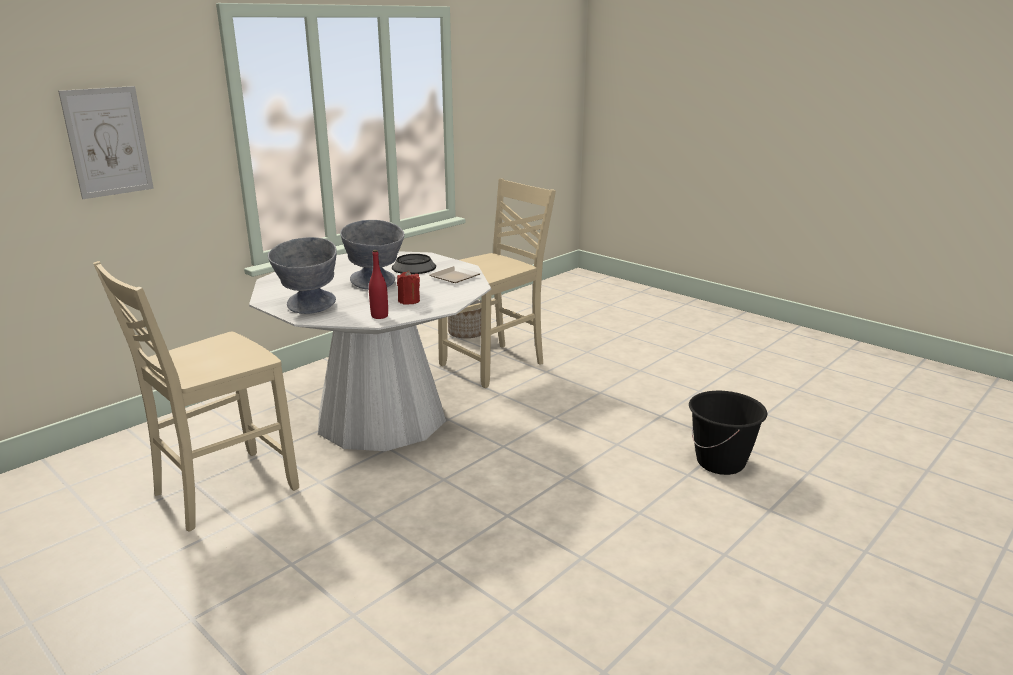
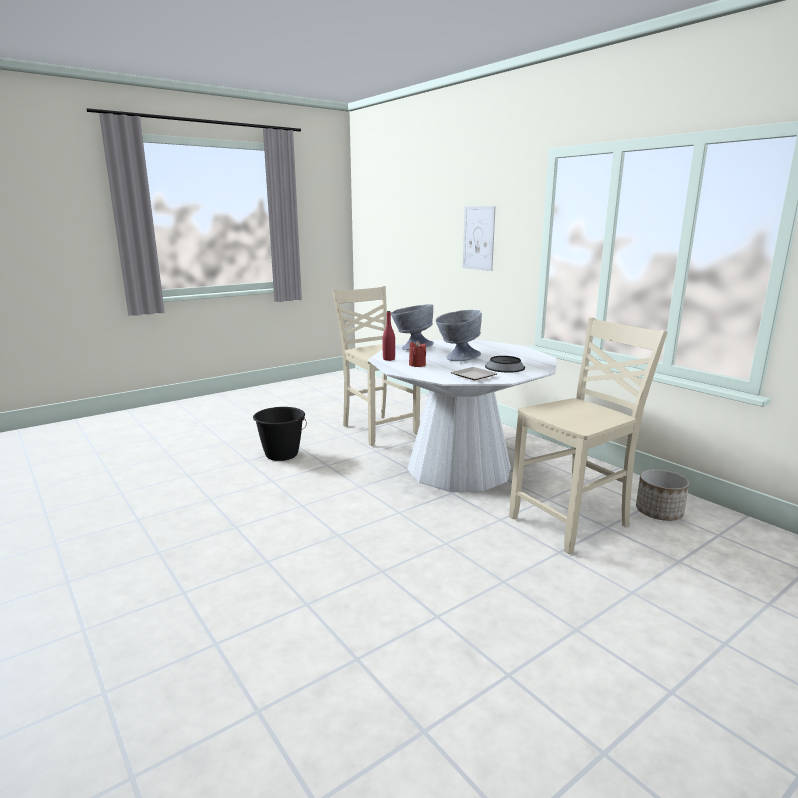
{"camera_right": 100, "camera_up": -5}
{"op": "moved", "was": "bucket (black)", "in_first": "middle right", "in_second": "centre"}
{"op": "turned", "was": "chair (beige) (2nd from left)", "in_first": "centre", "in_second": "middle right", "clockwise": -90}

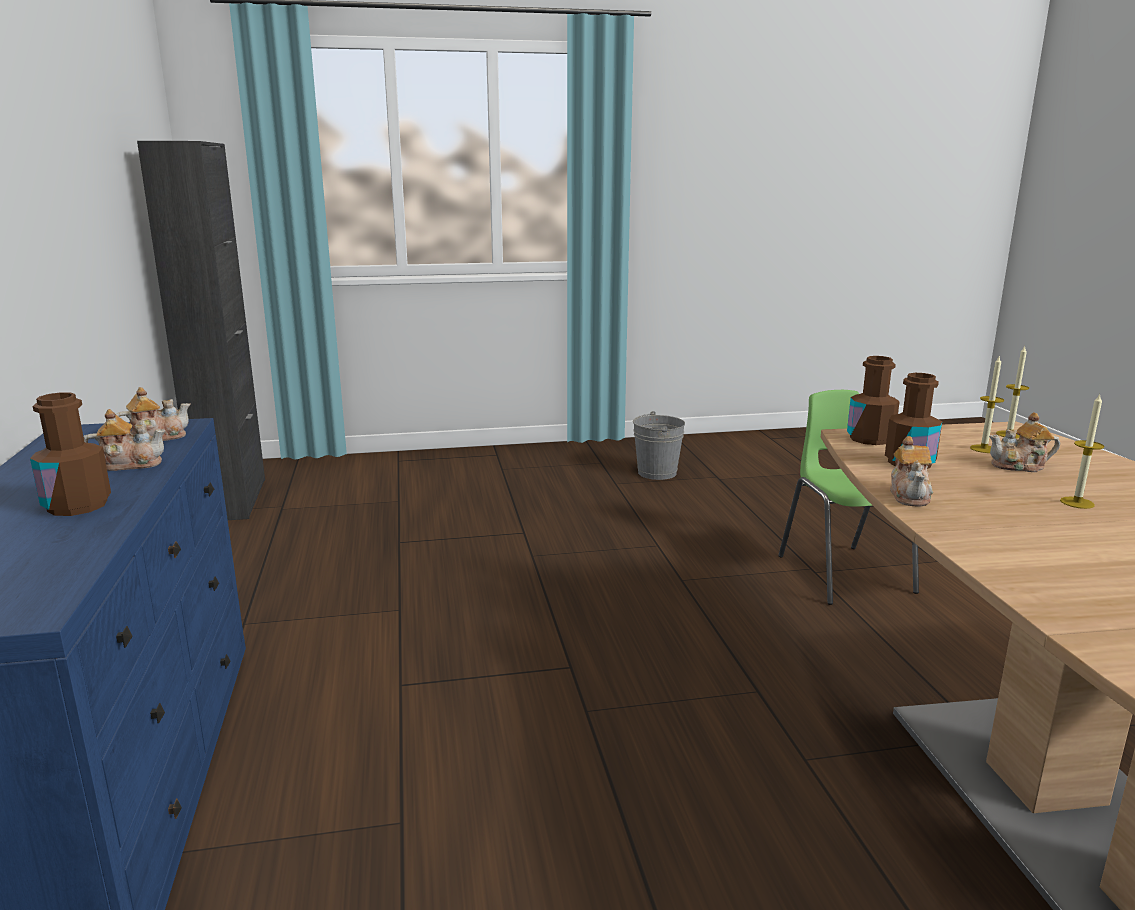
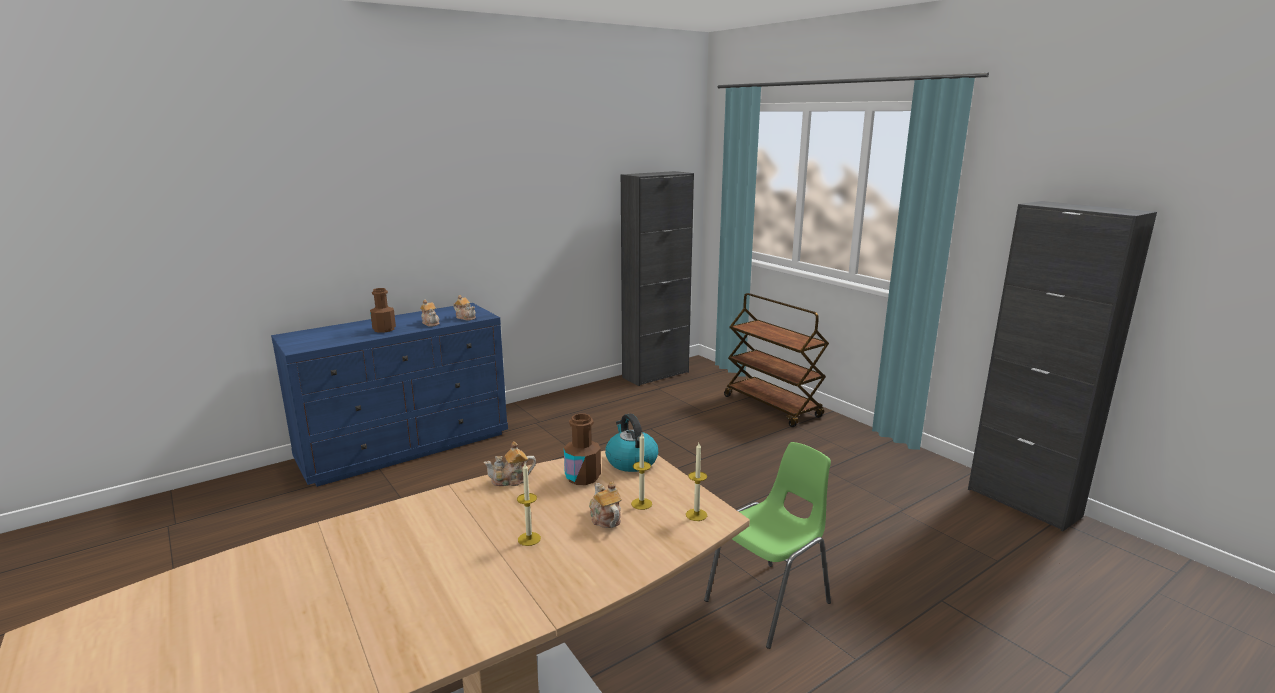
{"camera_right": 65, "camera_up": 0}
{"op": "removed", "was": "bucket (grey)", "in_first": "centre"}
{"op": "added", "now": "cart (brown)", "in_second": "centre"}
{"op": "added", "now": "cabinet (black) (2nd from left)", "in_second": "middle right"}
{"op": "replaced", "was": "bottle (brown) (2nd from left)", "now": "kettle", "in_first": "middle right", "in_second": "centre"}

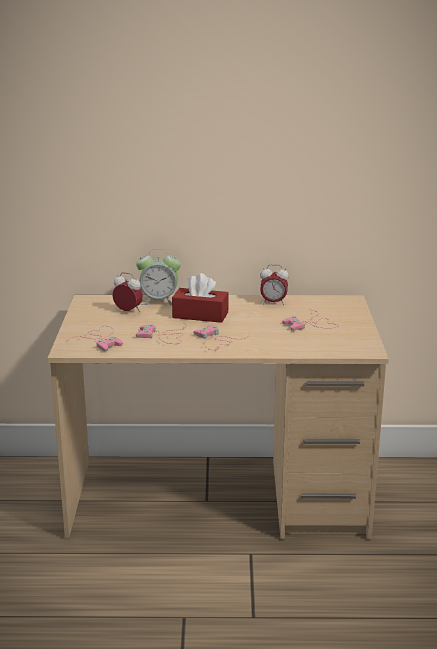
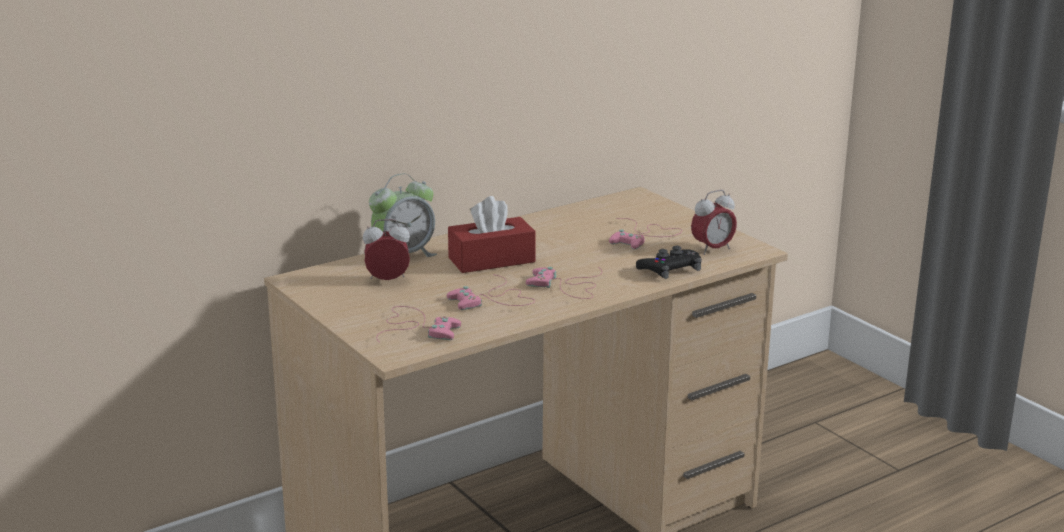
{"camera_right": -35, "camera_up": 0}
{"op": "added", "now": "game controller (black)", "in_second": "centre"}
{"op": "moved", "was": "alarm clock (3rd from left)", "in_first": "centre", "in_second": "middle right"}

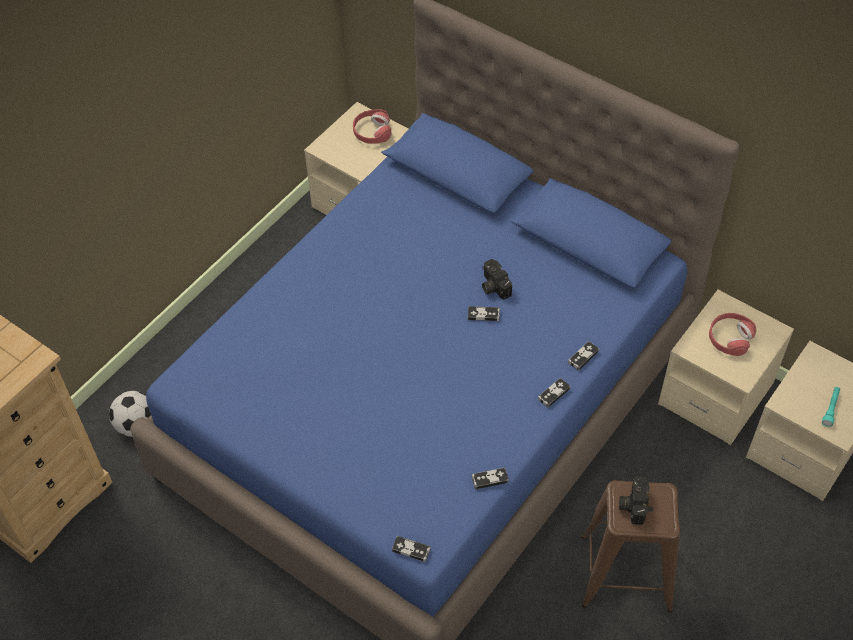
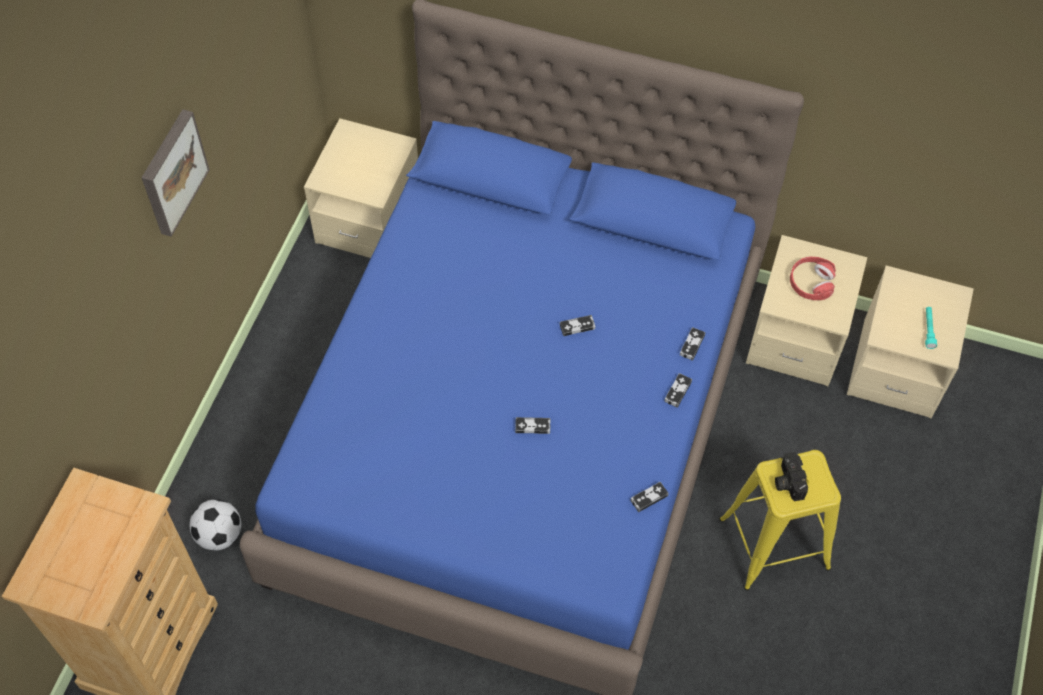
{"camera_right": -20, "camera_up": 5}
{"op": "removed", "was": "headphones (red) (1st from left)", "in_first": "top centre"}
{"op": "removed", "was": "photo camera (1st from left)", "in_first": "centre"}
{"op": "added", "now": "picture", "in_second": "top left"}
{"op": "moved", "was": "game controller (1st from left)", "in_first": "bottom centre", "in_second": "centre"}
{"op": "recoloured", "was": "stool (brown)", "now": "stool (yellow)", "in_first": "bottom right", "in_second": "bottom right"}

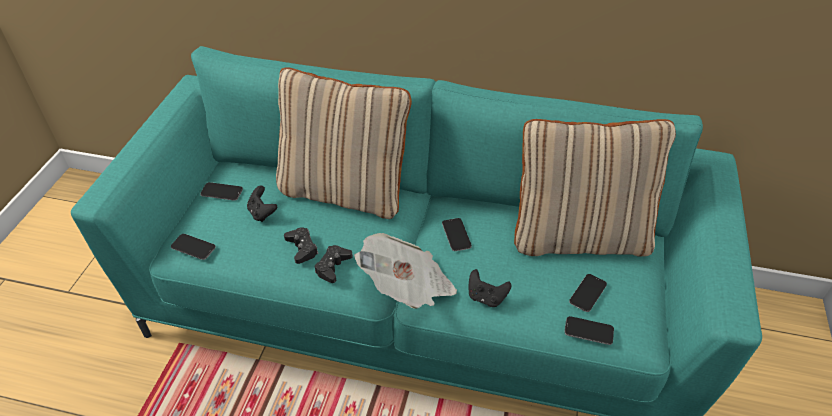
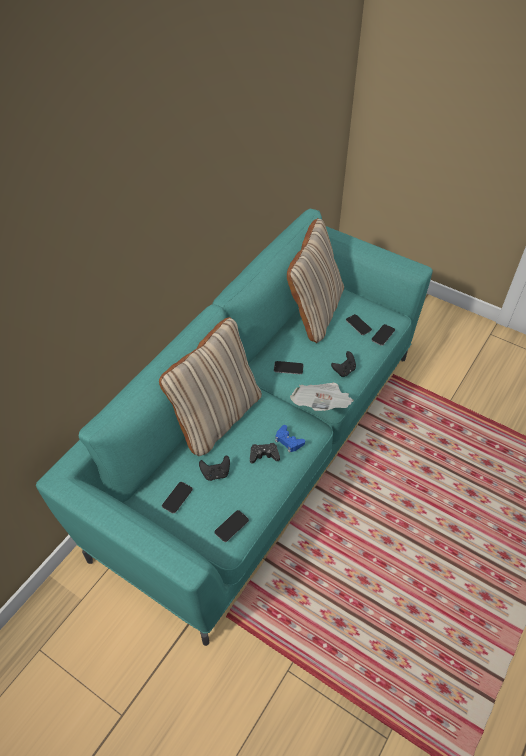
{"camera_right": -70, "camera_up": 5}
{"op": "recoloured", "was": "game controller (black) (3rd from left)", "now": "game controller (blue)", "in_first": "centre", "in_second": "centre"}

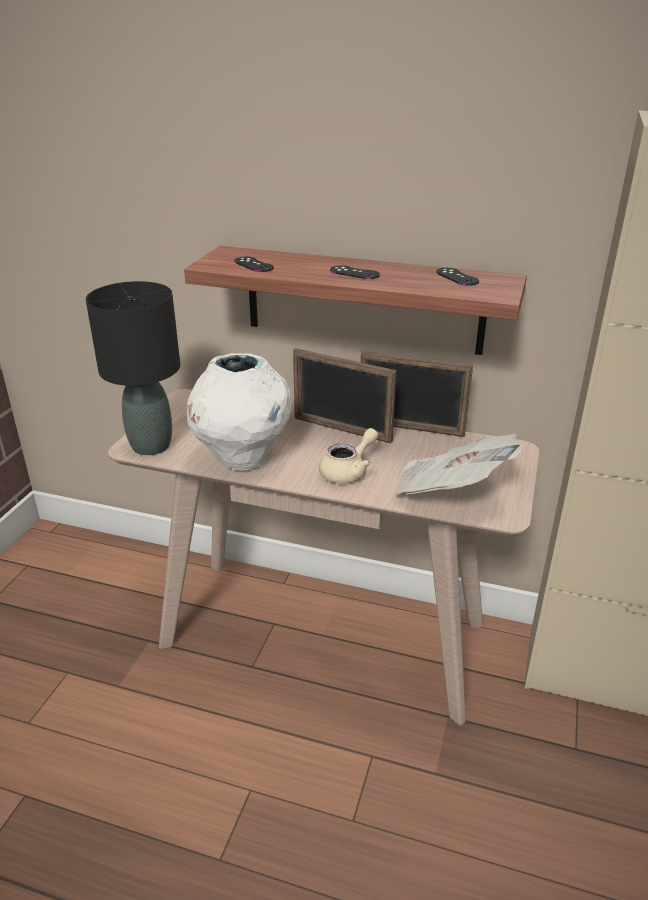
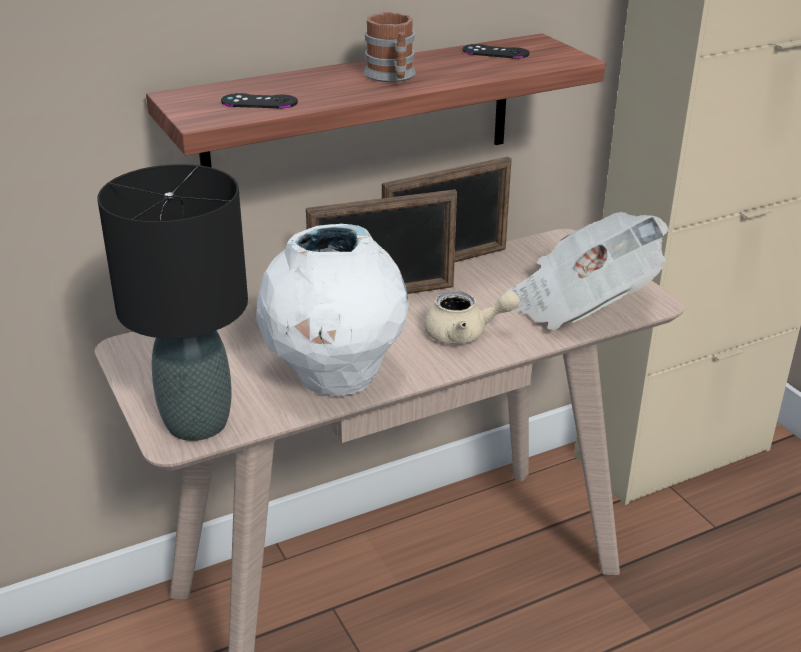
{"camera_right": -45, "camera_up": 0}
{"op": "replaced", "was": "game controller (black) (2nd from left)", "now": "mug", "in_first": "top centre", "in_second": "top centre"}
{"op": "turned", "was": "teapot (beige)", "in_first": "centre", "in_second": "centre", "clockwise": 90}

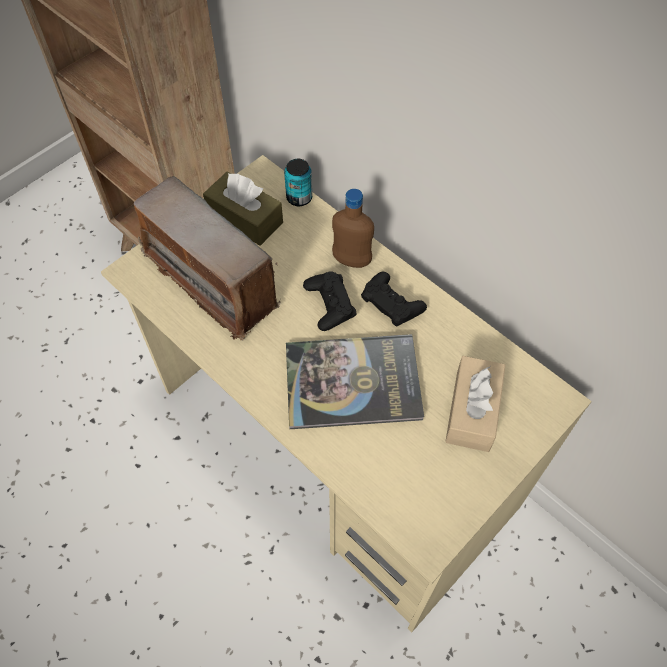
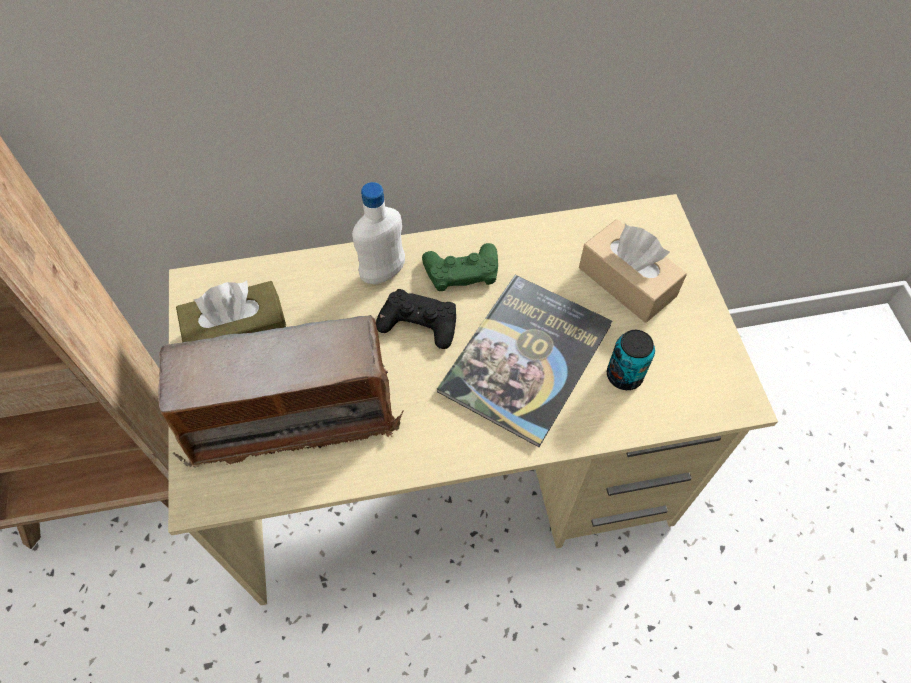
{"camera_right": -55, "camera_up": 0}
{"op": "moved", "was": "can", "in_first": "top centre", "in_second": "middle right"}
{"op": "recoloured", "was": "bottle (brown)", "now": "bottle (white)", "in_first": "centre", "in_second": "centre"}
{"op": "recoloured", "was": "game controller (black) (2nd from left)", "now": "game controller (green)", "in_first": "centre", "in_second": "centre"}

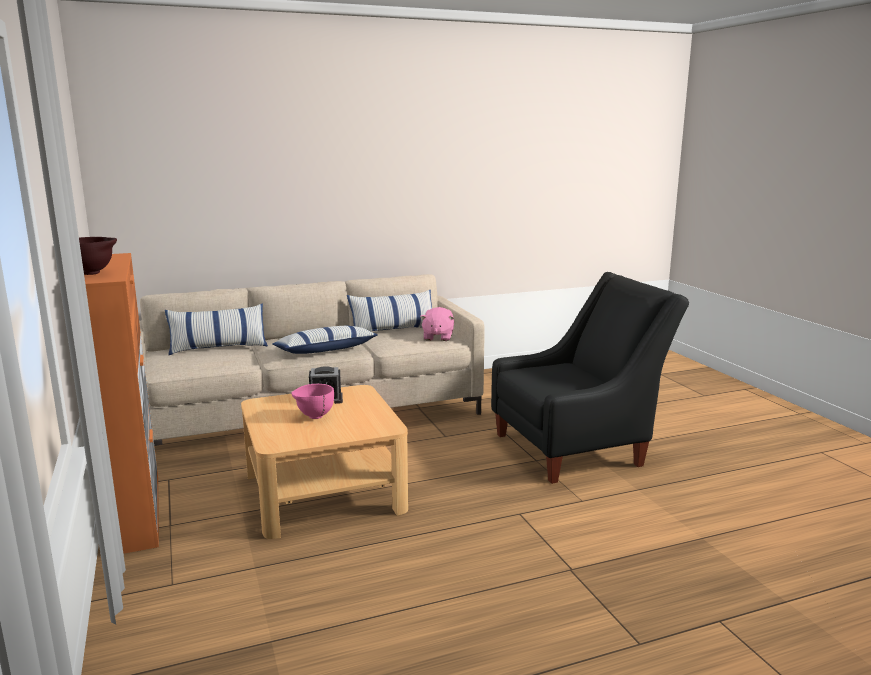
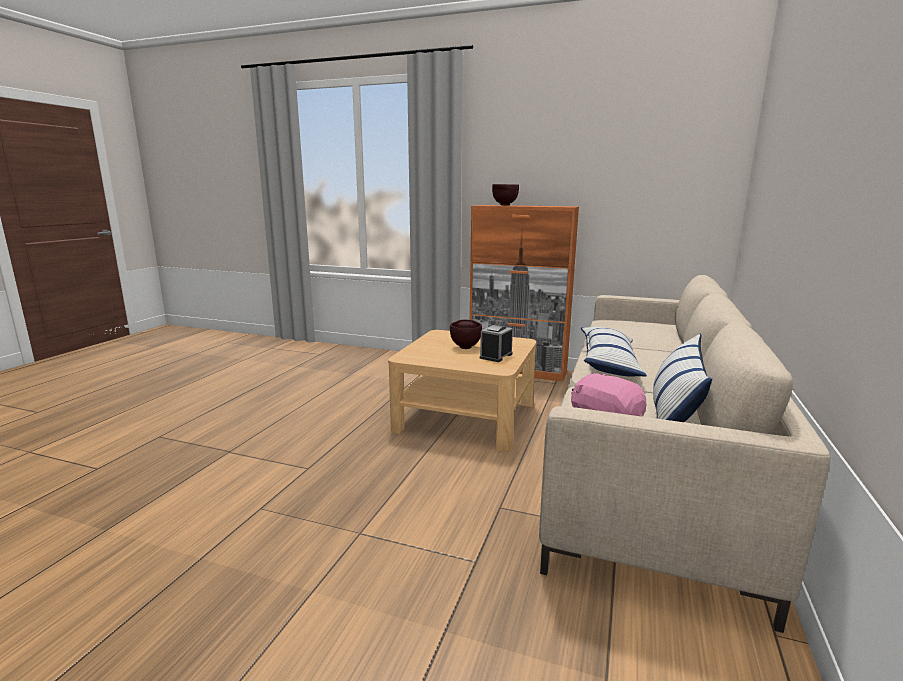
{"camera_right": 130, "camera_up": 0}
{"op": "removed", "was": "pillow (1st from left)", "in_first": "middle left"}
{"op": "removed", "was": "armchair (black)", "in_first": "middle right"}
{"op": "recoloured", "was": "bowl (pink)", "now": "bowl (brown) (1st from left)", "in_first": "centre", "in_second": "centre"}

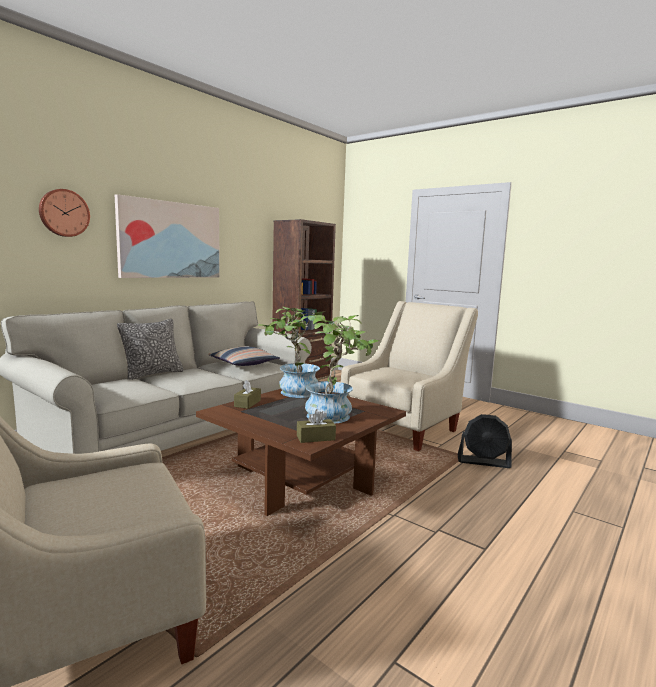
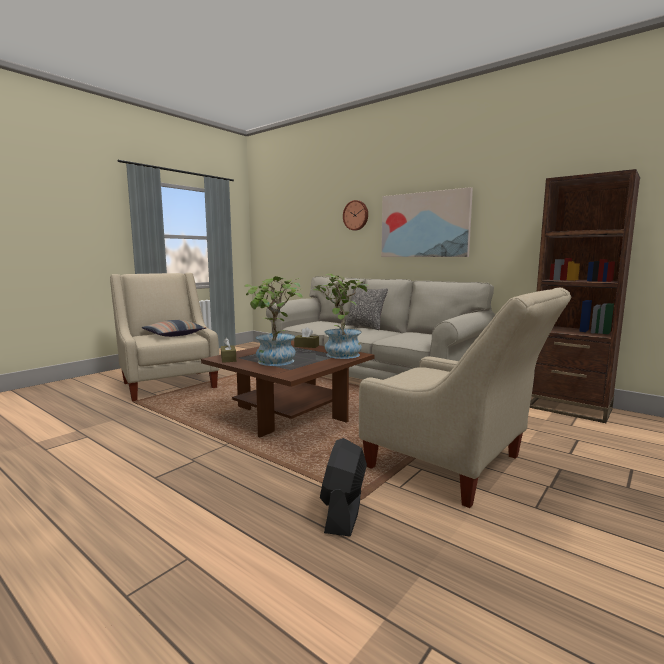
{"camera_right": 90, "camera_up": 0}
{"op": "moved", "was": "pillow (2nd from left in the first image)", "now": "pillow (1st from left)", "in_first": "centre", "in_second": "middle left"}

